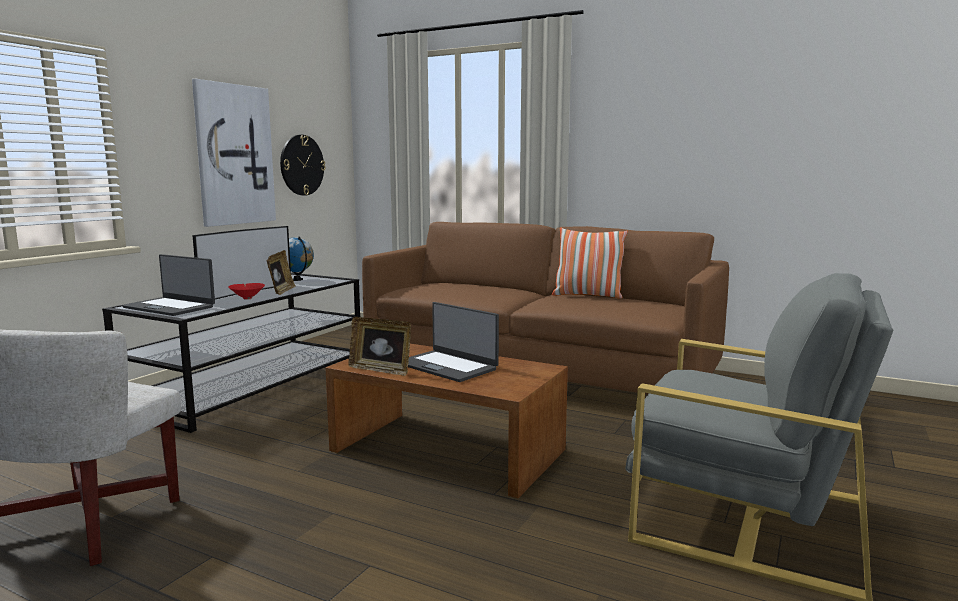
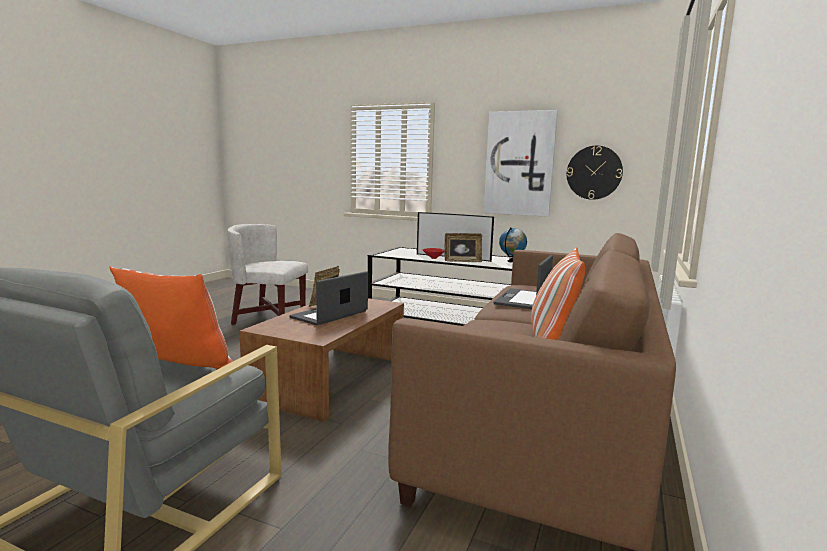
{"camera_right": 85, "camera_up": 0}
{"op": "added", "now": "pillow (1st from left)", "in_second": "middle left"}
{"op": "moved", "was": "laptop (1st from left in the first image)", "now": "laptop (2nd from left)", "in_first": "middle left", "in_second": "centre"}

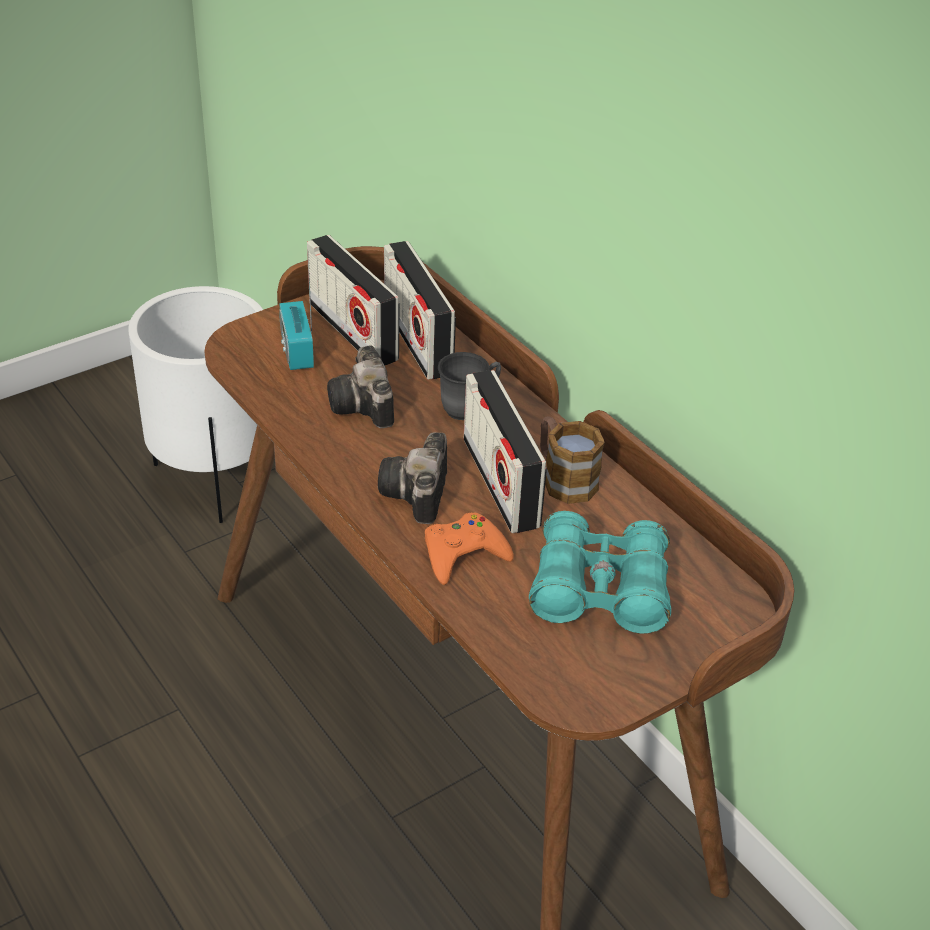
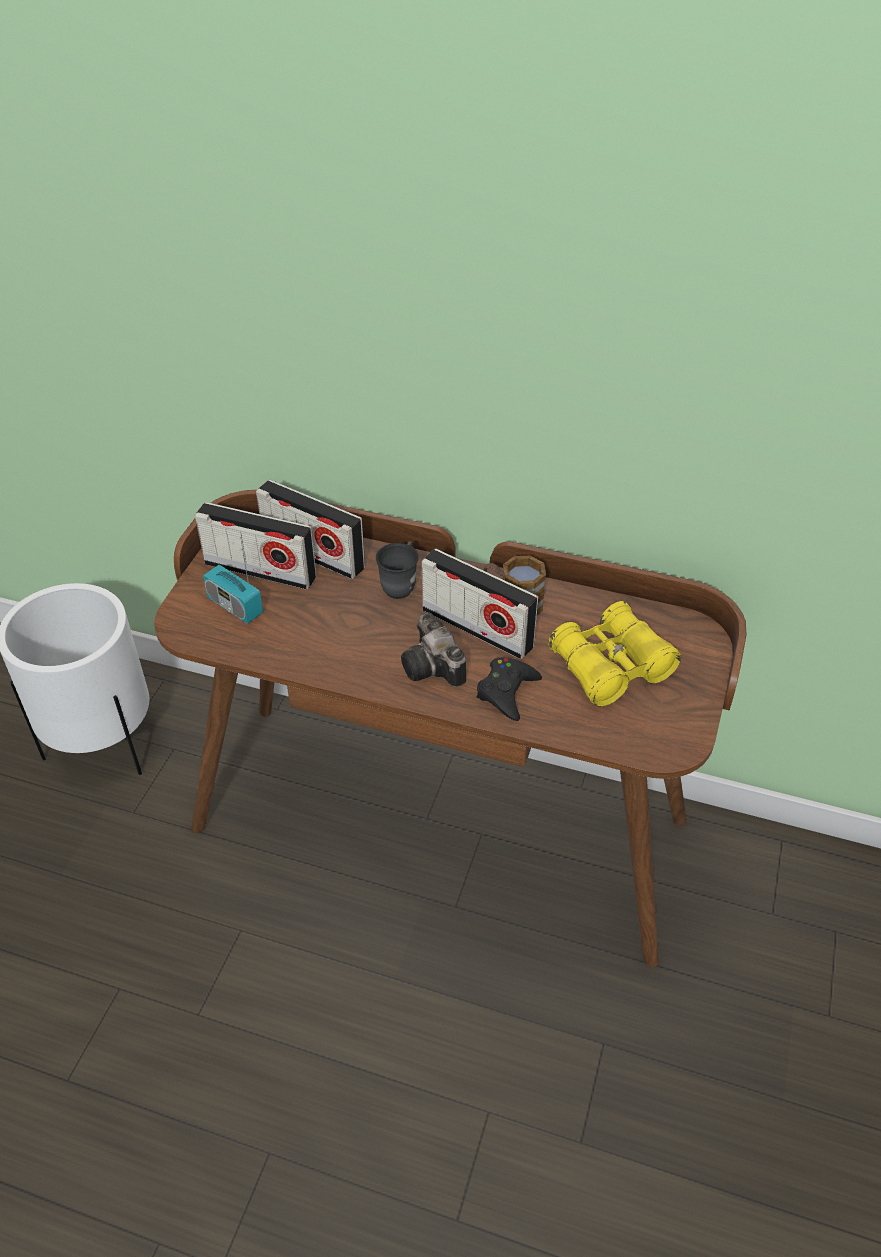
{"camera_right": -35, "camera_up": 5}
{"op": "removed", "was": "photo camera (1st from left)", "in_first": "centre"}
{"op": "recoloured", "was": "game controller (orange)", "now": "game controller (black)", "in_first": "centre", "in_second": "centre"}
{"op": "recoloured", "was": "binoculars (turquoise)", "now": "binoculars (yellow)", "in_first": "centre", "in_second": "middle right"}

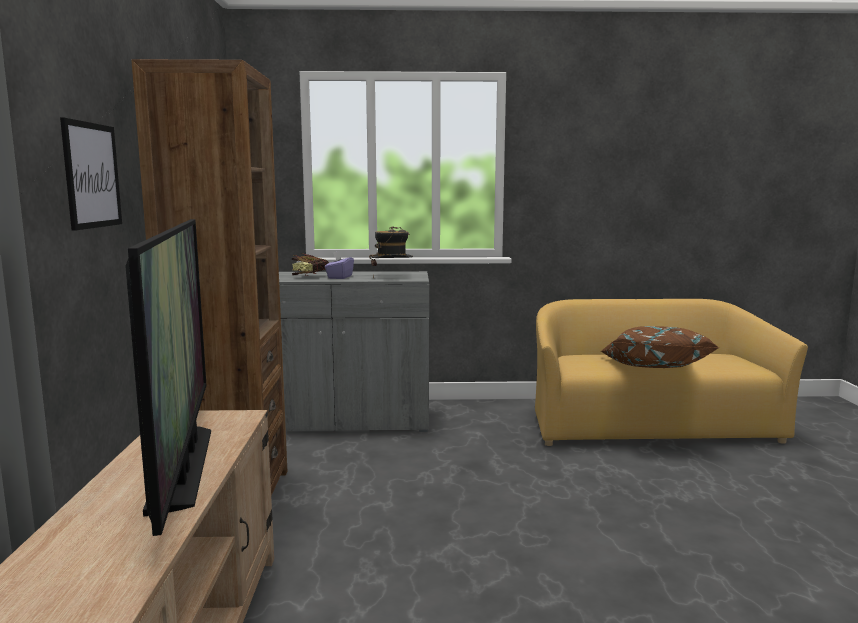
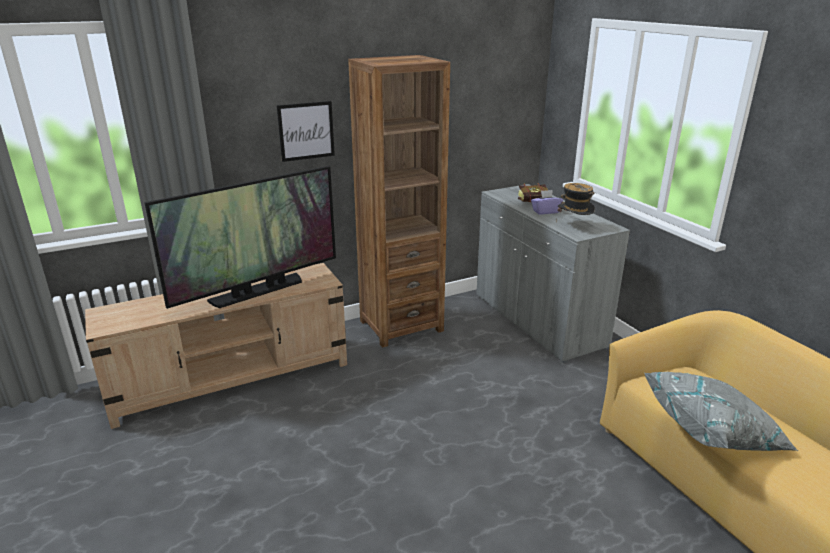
{"camera_right": 65, "camera_up": 15}
{"op": "recoloured", "was": "pillow (brown)", "now": "pillow (grey)", "in_first": "middle right", "in_second": "bottom right"}

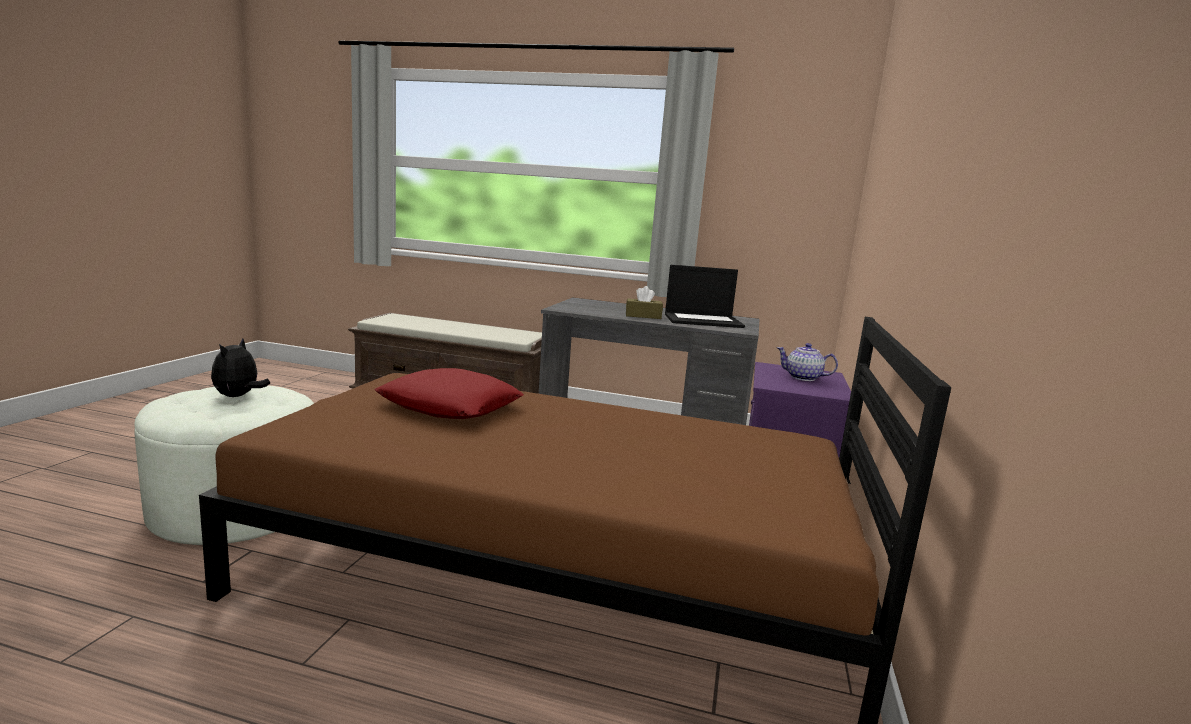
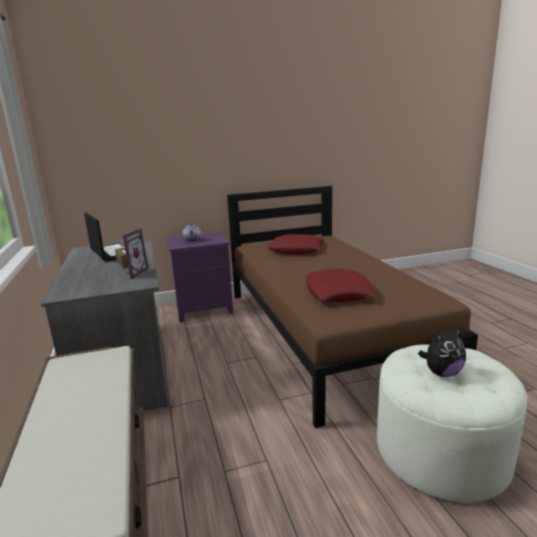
{"camera_right": -120, "camera_up": 5}
{"op": "added", "now": "picture frame", "in_second": "middle left"}
{"op": "added", "now": "pillow (red) (1st from left)", "in_second": "centre"}

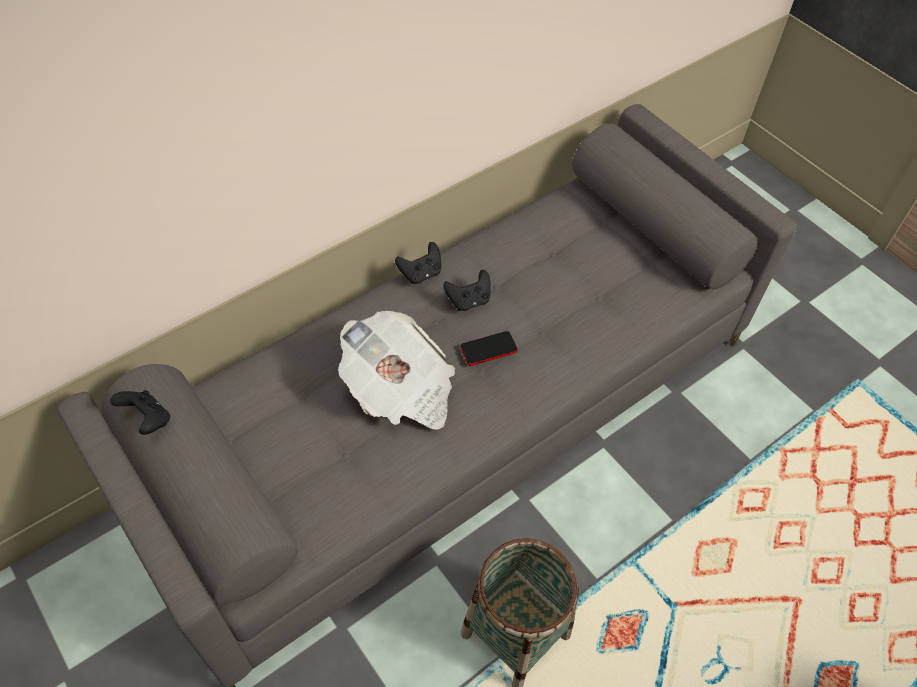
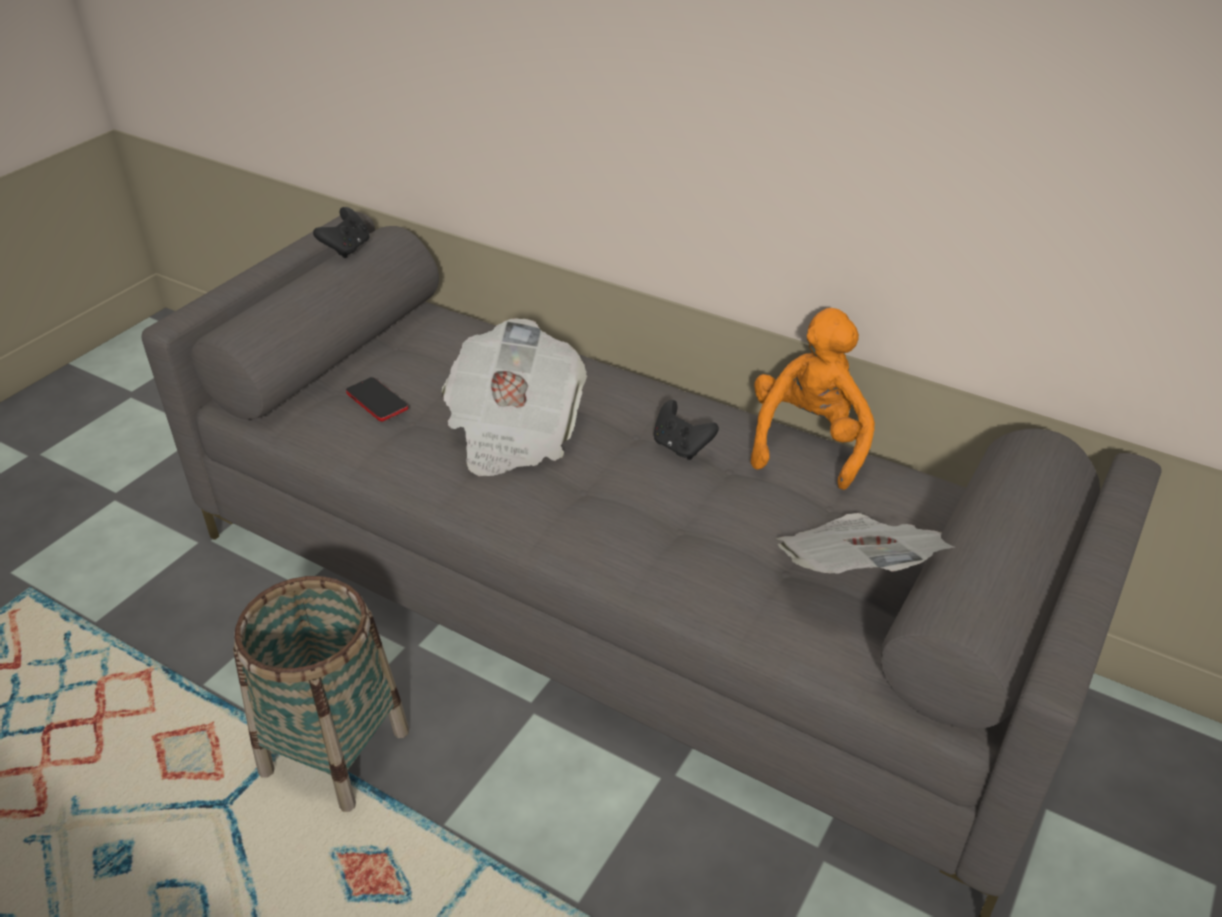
{"camera_right": 70, "camera_up": -15}
{"op": "removed", "was": "game controller (black) (2nd from left)", "in_first": "centre"}
{"op": "added", "now": "plush toy (orange)", "in_second": "centre"}
{"op": "added", "now": "newspaper (2nd from left)", "in_second": "middle right"}
{"op": "moved", "was": "phone", "in_first": "centre", "in_second": "middle left"}

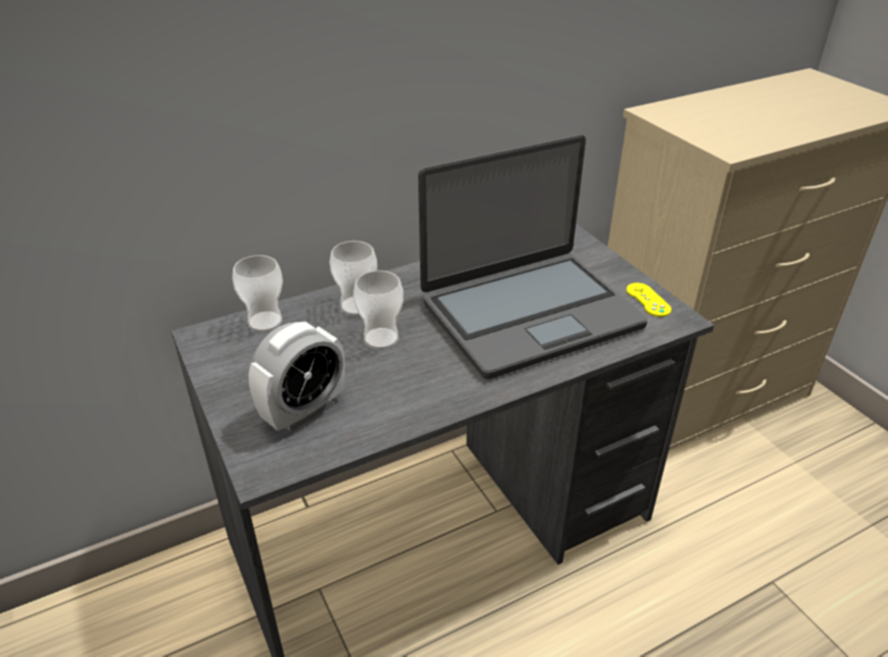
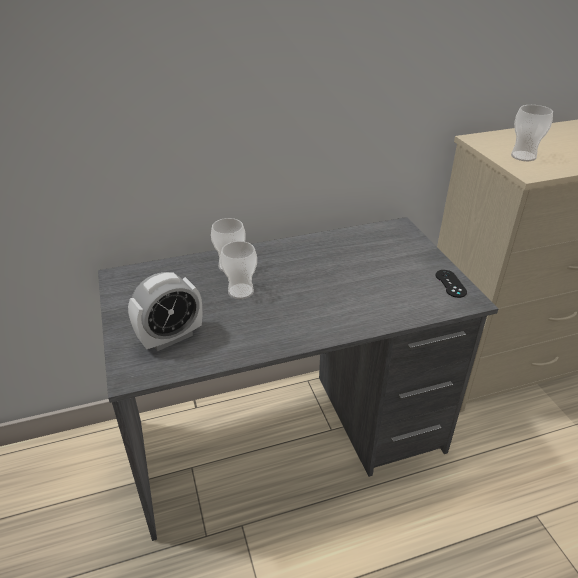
{"camera_right": 10, "camera_up": 0}
{"op": "removed", "was": "laptop", "in_first": "centre"}
{"op": "moved", "was": "cup (1st from left in the first image)", "now": "cup (3rd from left)", "in_first": "middle left", "in_second": "top right"}
{"op": "recoloured", "was": "game controller (yellow)", "now": "game controller (black)", "in_first": "middle right", "in_second": "middle right"}

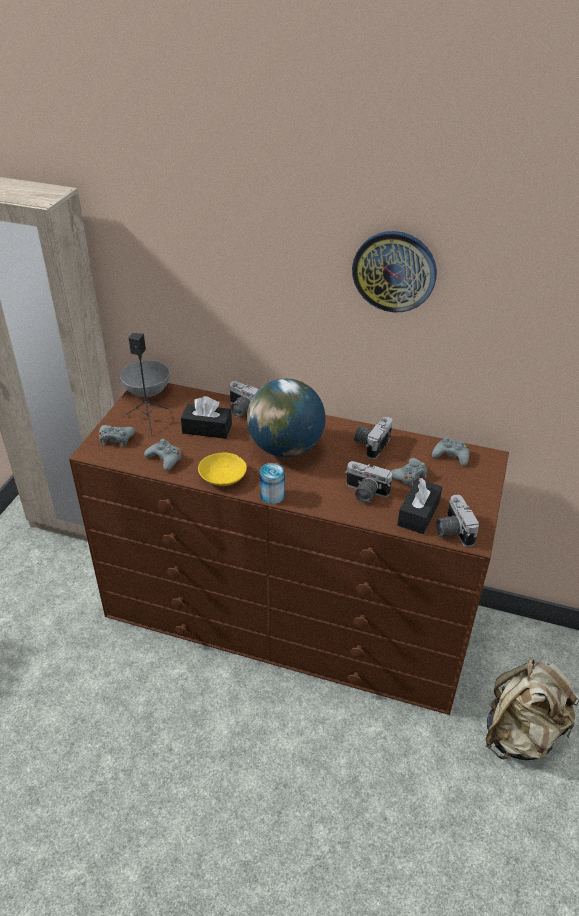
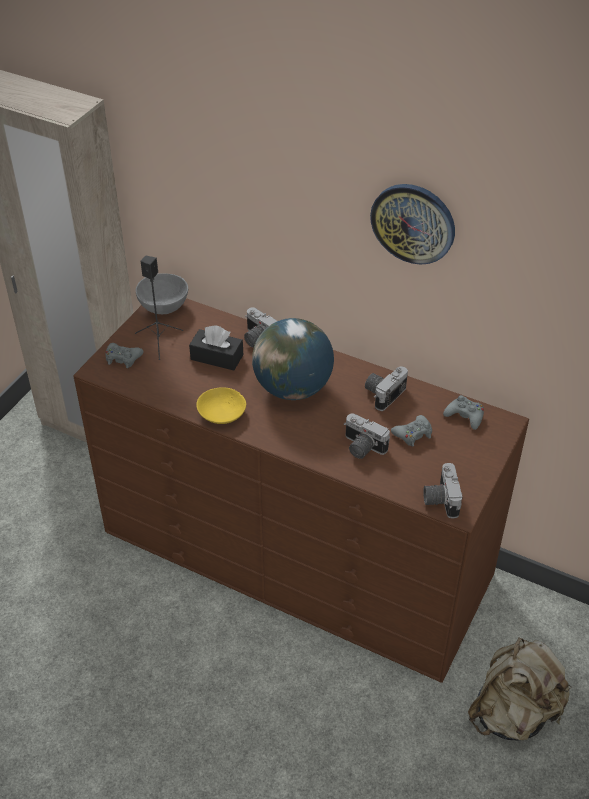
{"camera_right": 10, "camera_up": 5}
{"op": "removed", "was": "game controller (grey) (2nd from left)", "in_first": "middle left"}
{"op": "removed", "was": "can", "in_first": "centre"}
{"op": "removed", "was": "tissue box (black) (2nd from left)", "in_first": "middle right"}

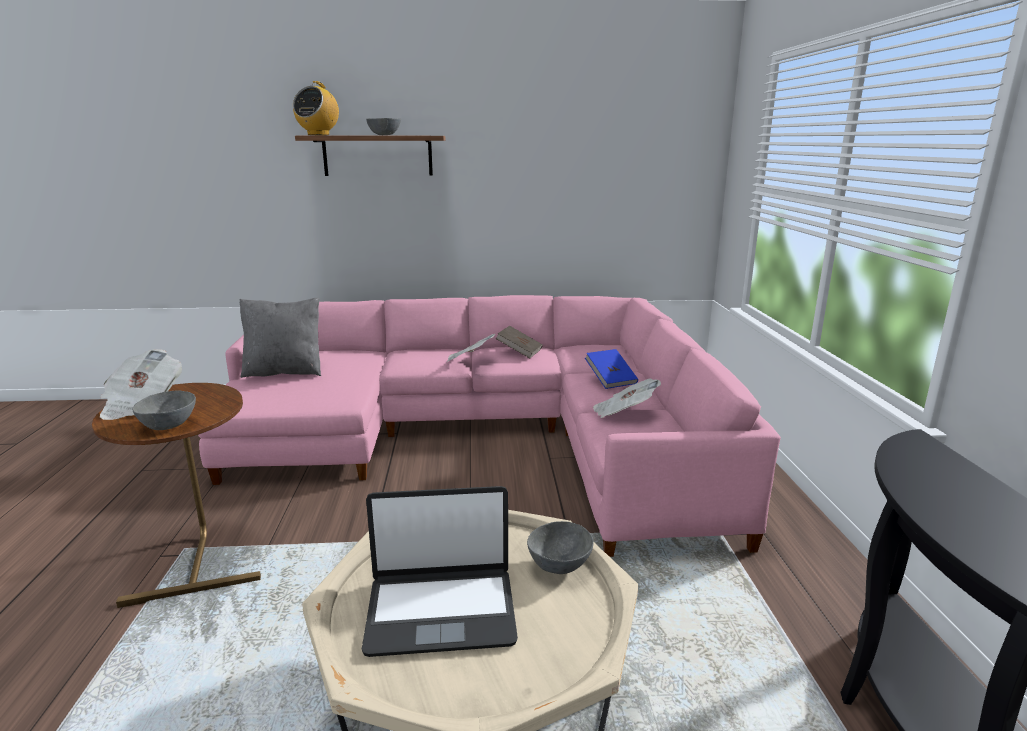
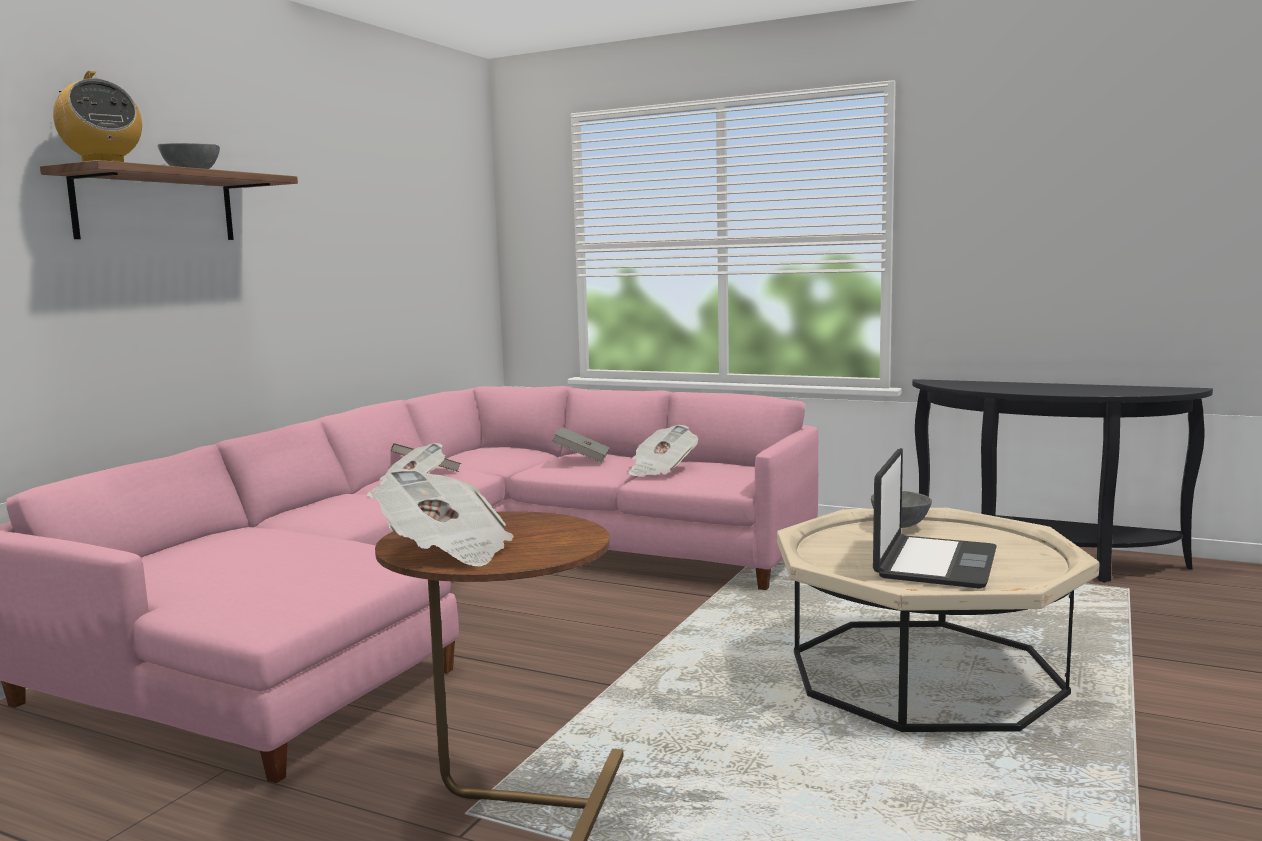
{"camera_right": -60, "camera_up": -10}
{"op": "removed", "was": "bowl (grey) (1st from left)", "in_first": "middle left"}
{"op": "removed", "was": "pillow (grey)", "in_first": "middle left"}
{"op": "recoloured", "was": "book (blue)", "now": "book (grey)", "in_first": "centre", "in_second": "centre"}

